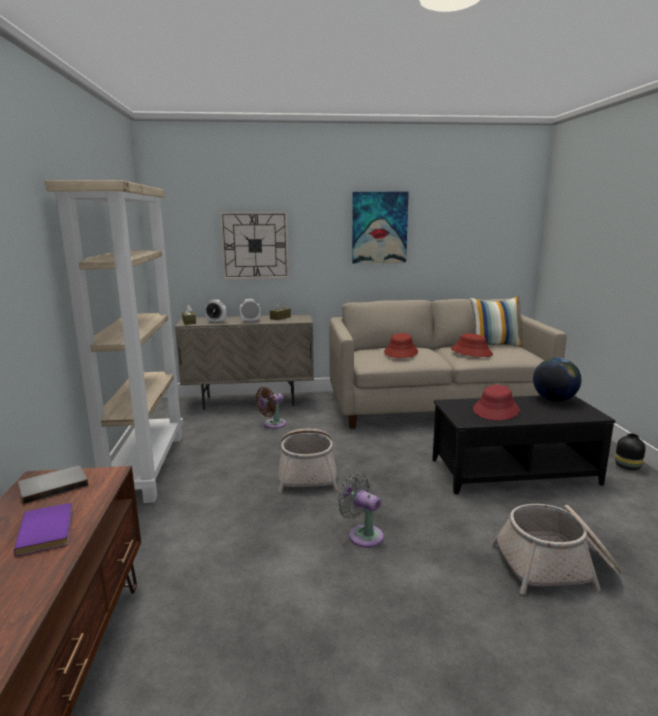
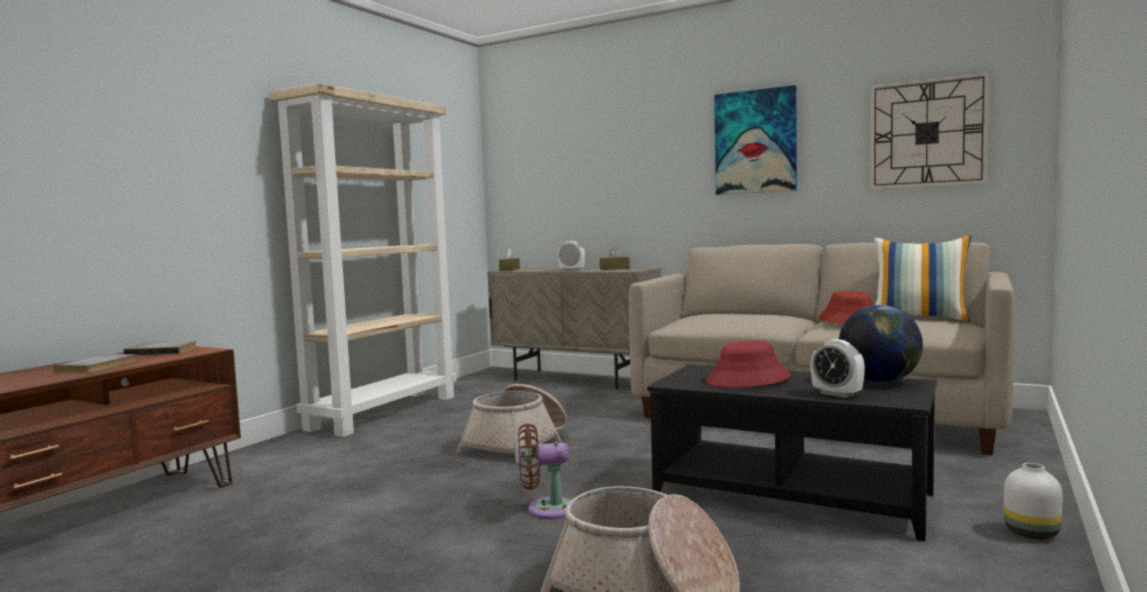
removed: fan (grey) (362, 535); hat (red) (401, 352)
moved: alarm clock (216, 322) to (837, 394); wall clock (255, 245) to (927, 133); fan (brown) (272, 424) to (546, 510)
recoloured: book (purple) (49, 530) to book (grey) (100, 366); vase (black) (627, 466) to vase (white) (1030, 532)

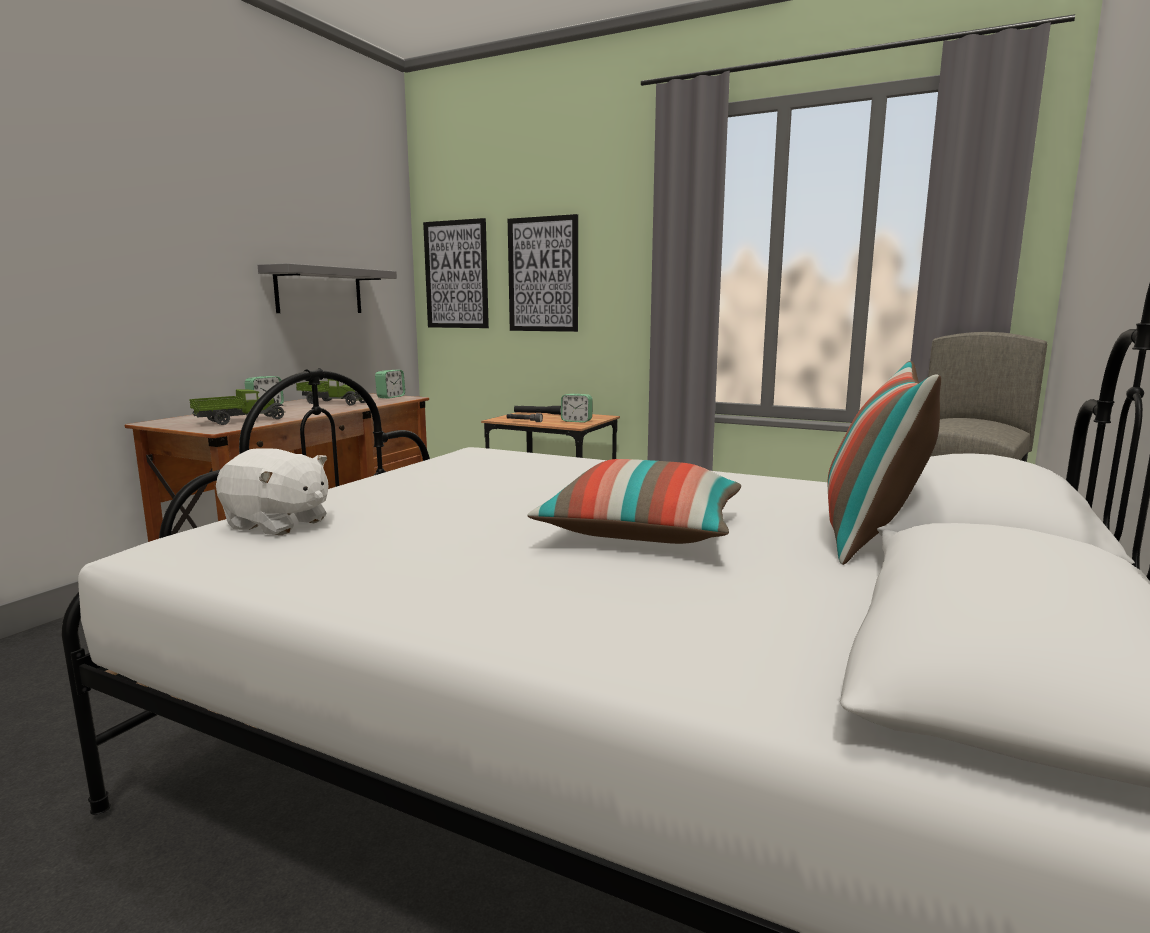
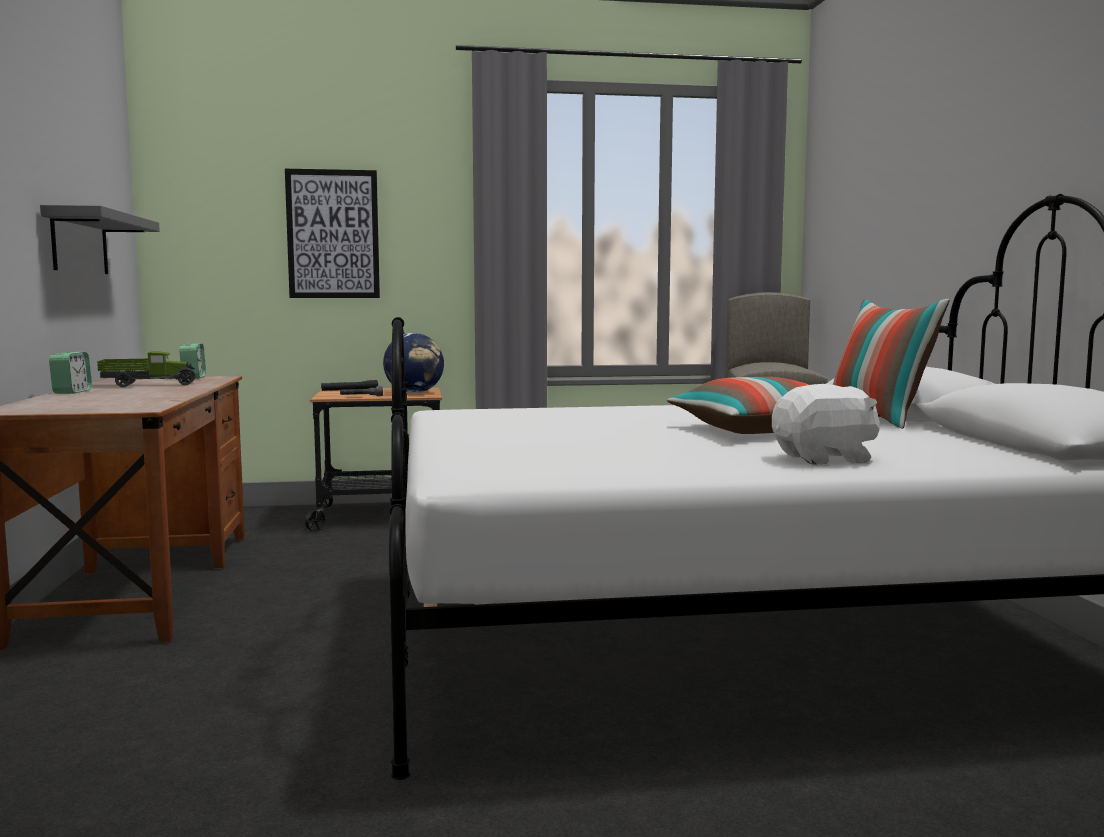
removed: toy truck (239, 421); picture (456, 275)
moved: plush toy (white) (277, 524) to (825, 459)
replaced: alarm clock (576, 421) to globe (414, 393)

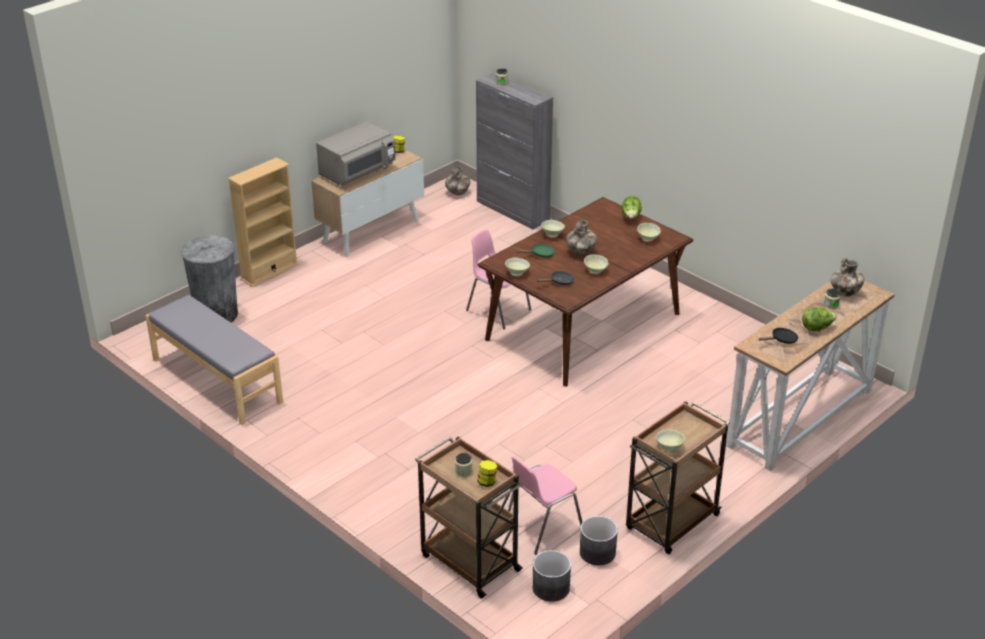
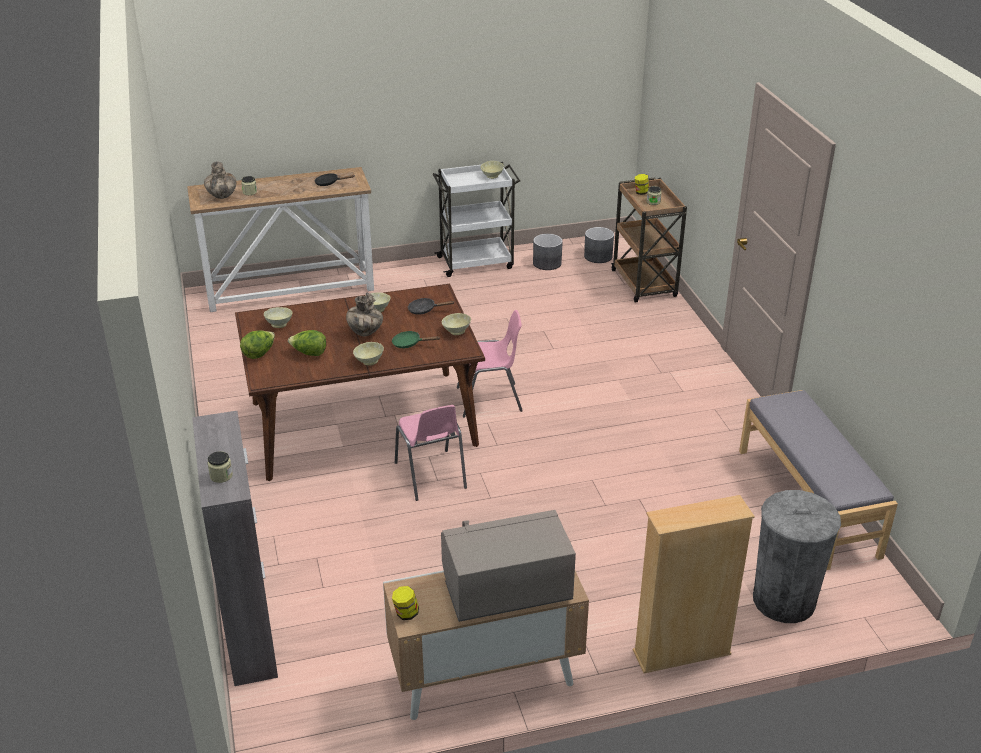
removed: vase (458, 193)
moved: chair (pink) (542, 527) to (490, 400); lettuce (817, 328) to (309, 353)
recoloured: cart (brown) (671, 523) to cart (white) (476, 262)

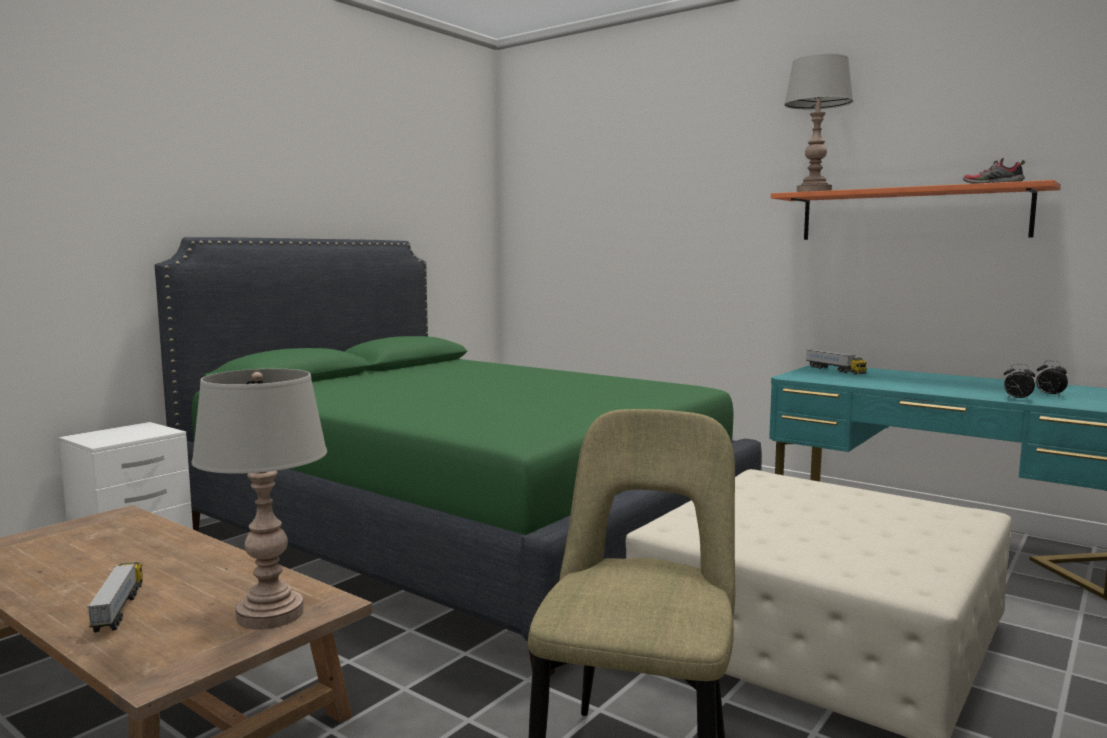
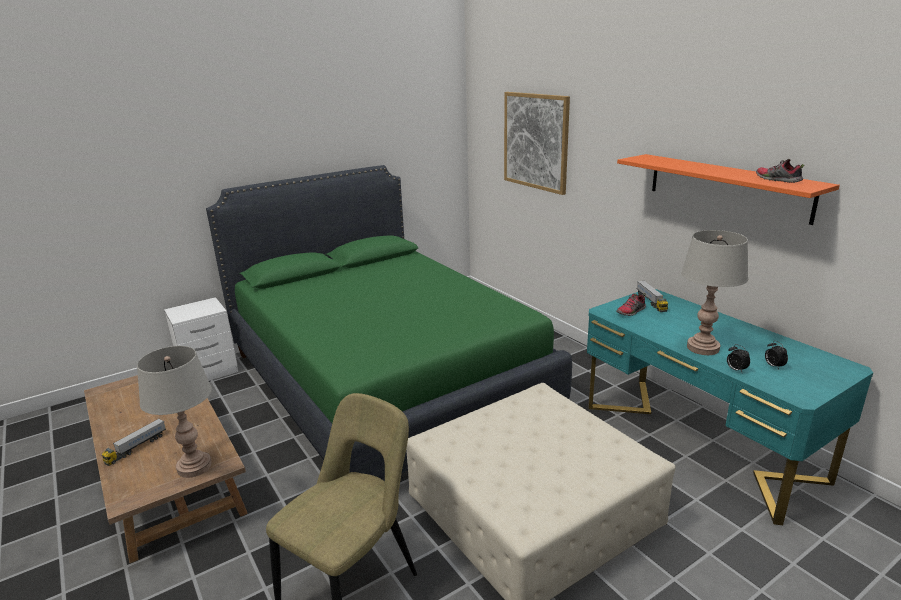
added: picture (535, 141); shoe (631, 312)
moved: table lamp (grey) (814, 192) to (703, 348)
turned: toy truck (119, 608) = (136, 448) 150 degrees counterclockwise

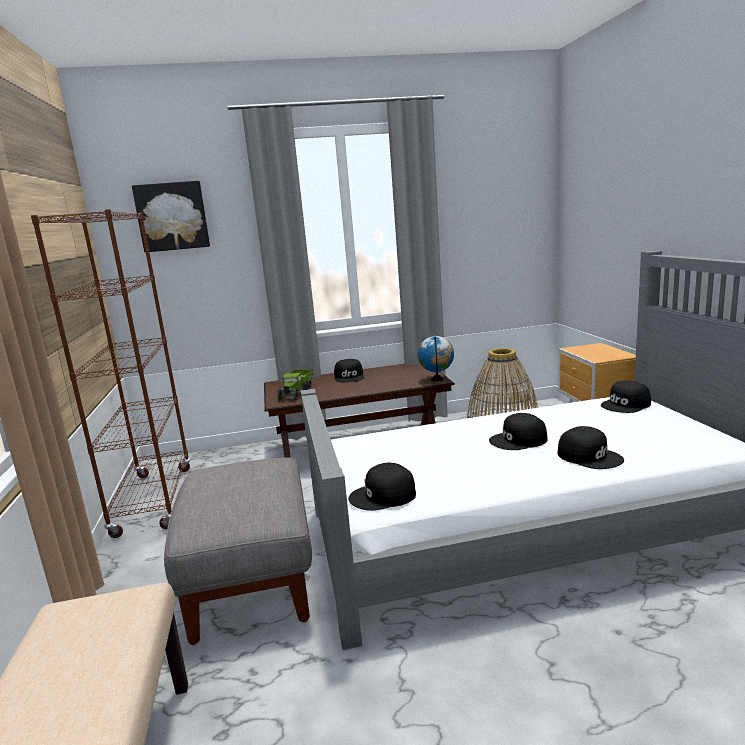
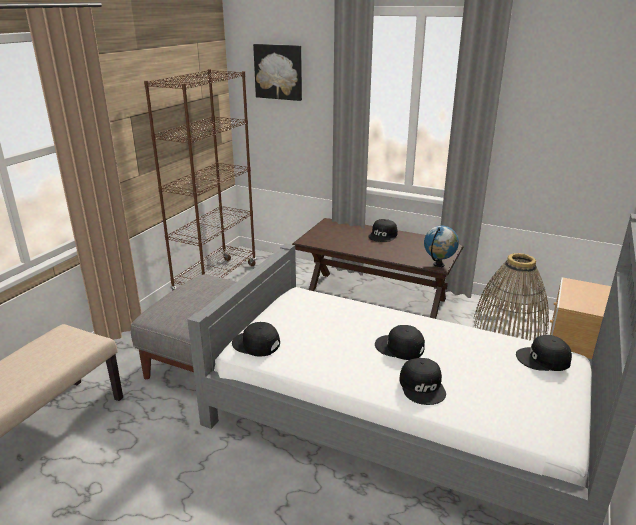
removed: toy truck (296, 392)

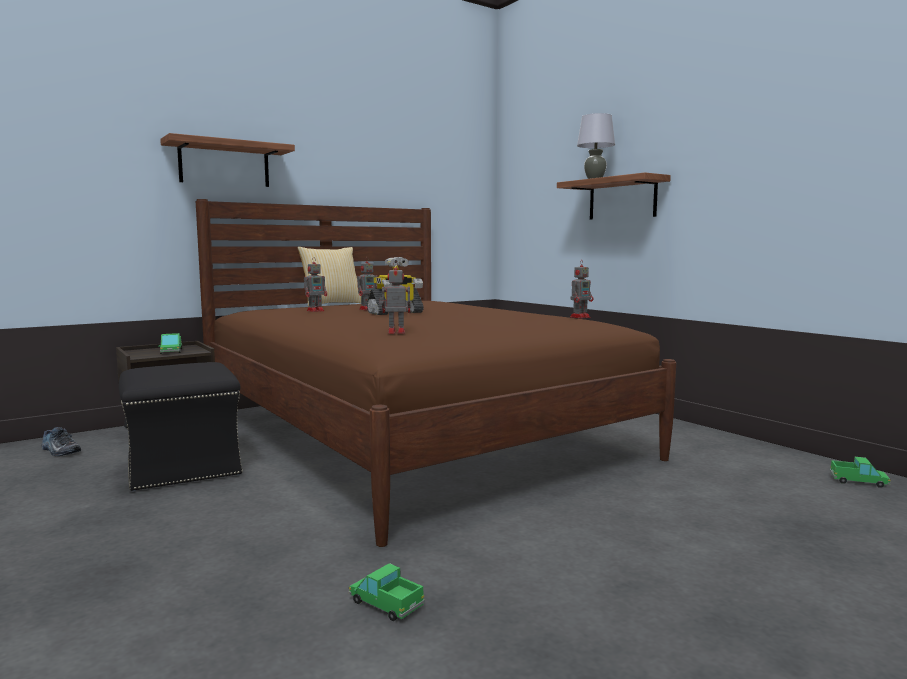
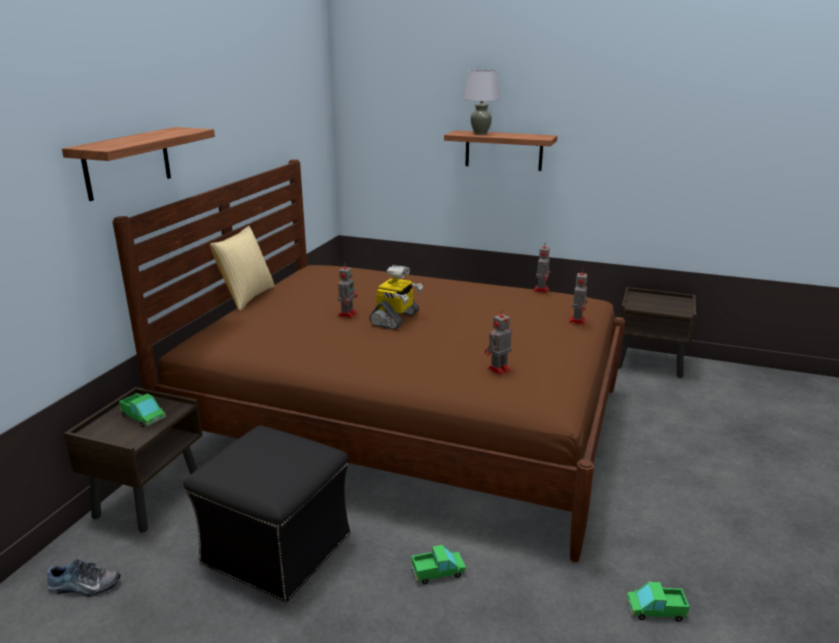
added: nightstand (brown) (650, 363)
moved: toy robot (316, 310) to (577, 320); toy truck (858, 481) to (438, 572)

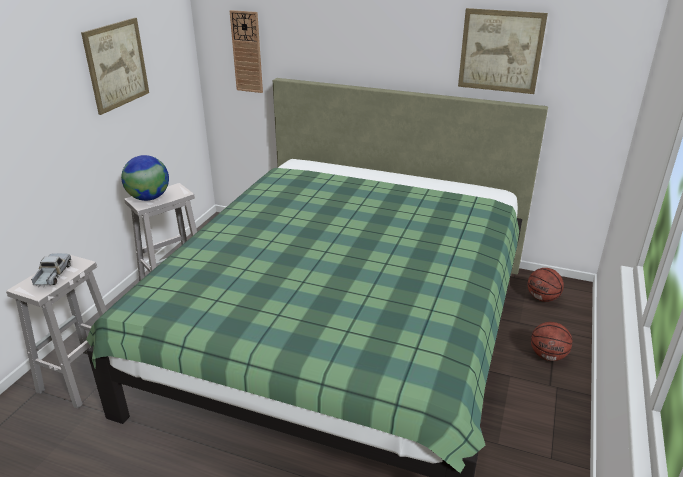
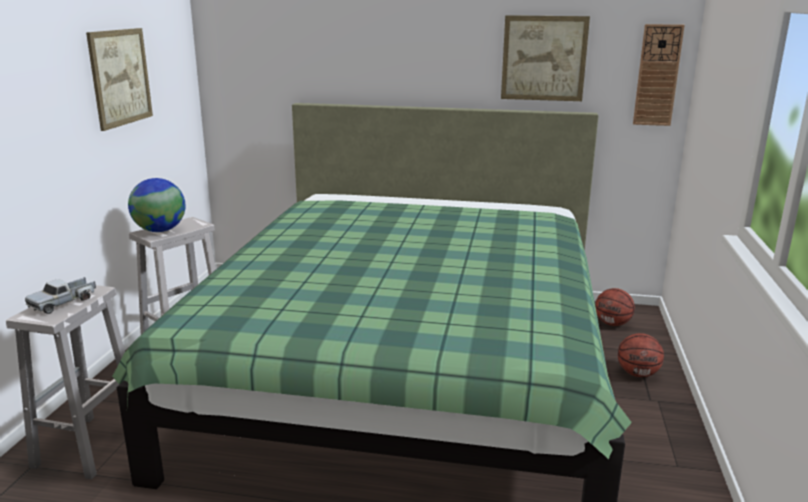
moved: wall clock (247, 52) to (657, 75)
turned: toy truck (52, 275) = (63, 302) 135 degrees counterclockwise

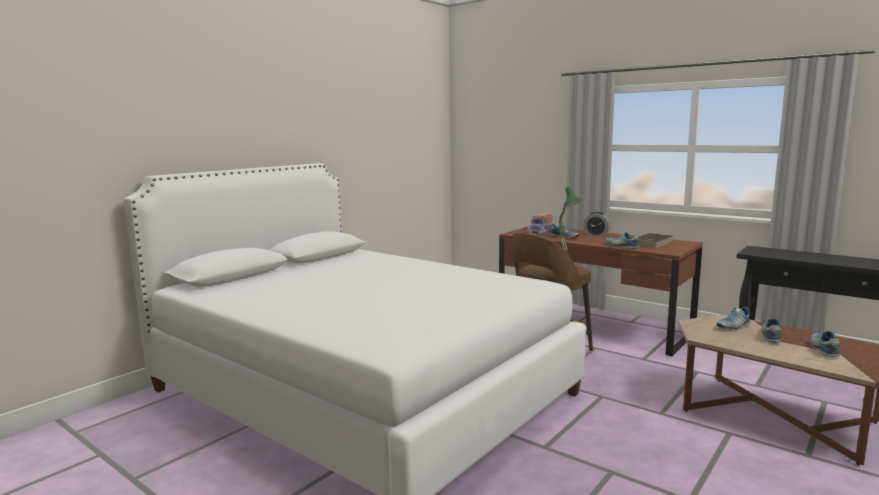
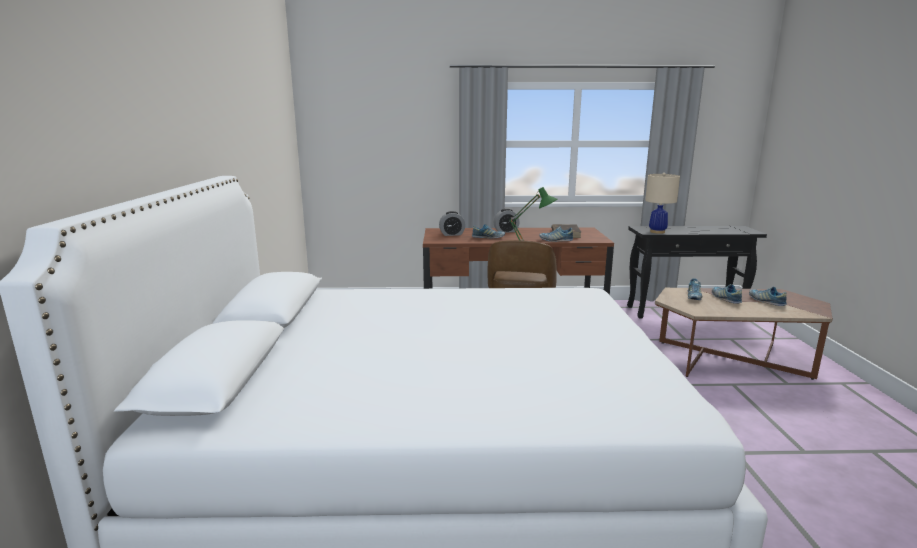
added: table lamp (beige) (657, 232)
replaced: toy truck (540, 231) to alarm clock (452, 234)

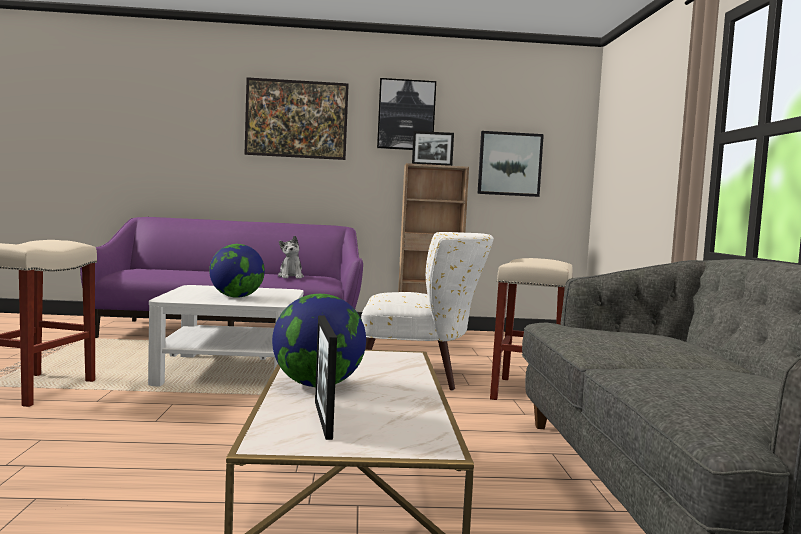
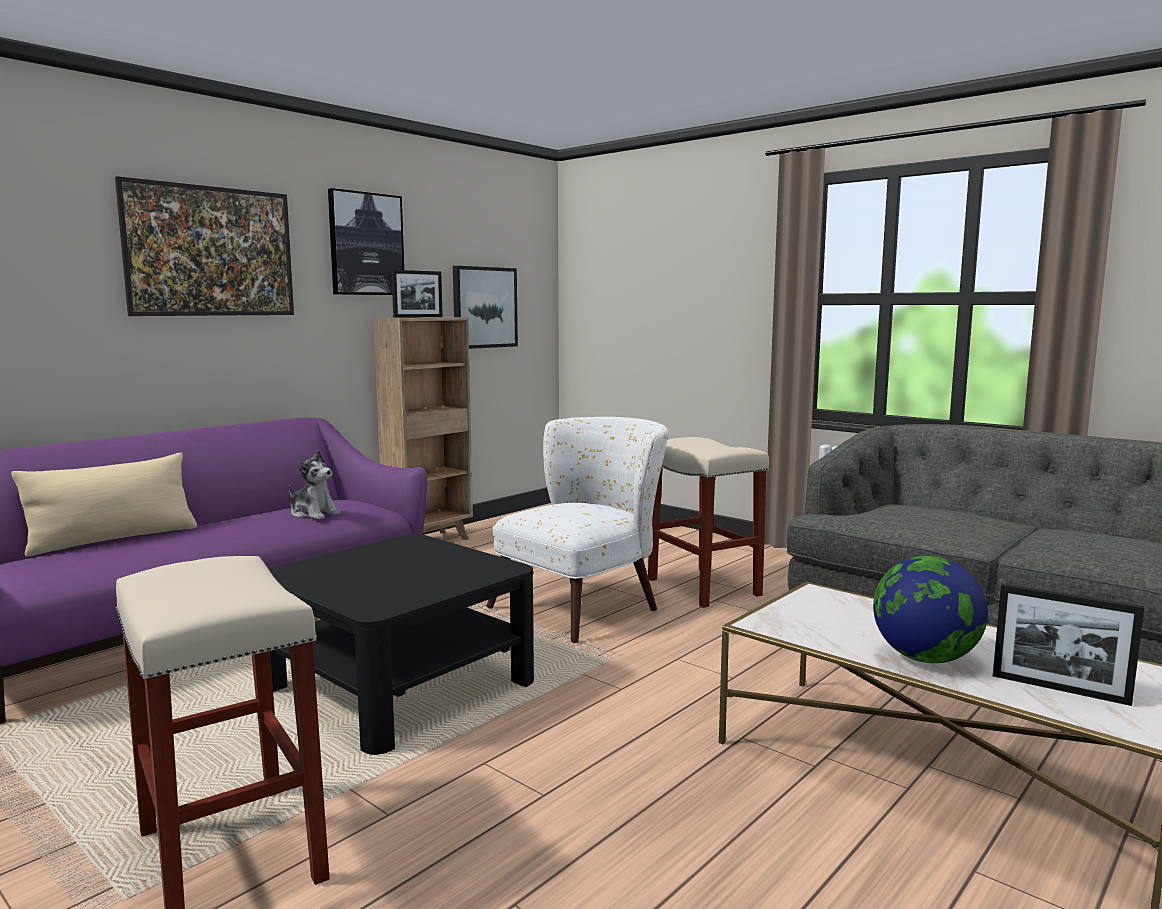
removed: globe (236, 297)
added: pillow (beige) (113, 539)
recoloured: coffee table (white) (232, 371) to coffee table (black) (400, 684)

